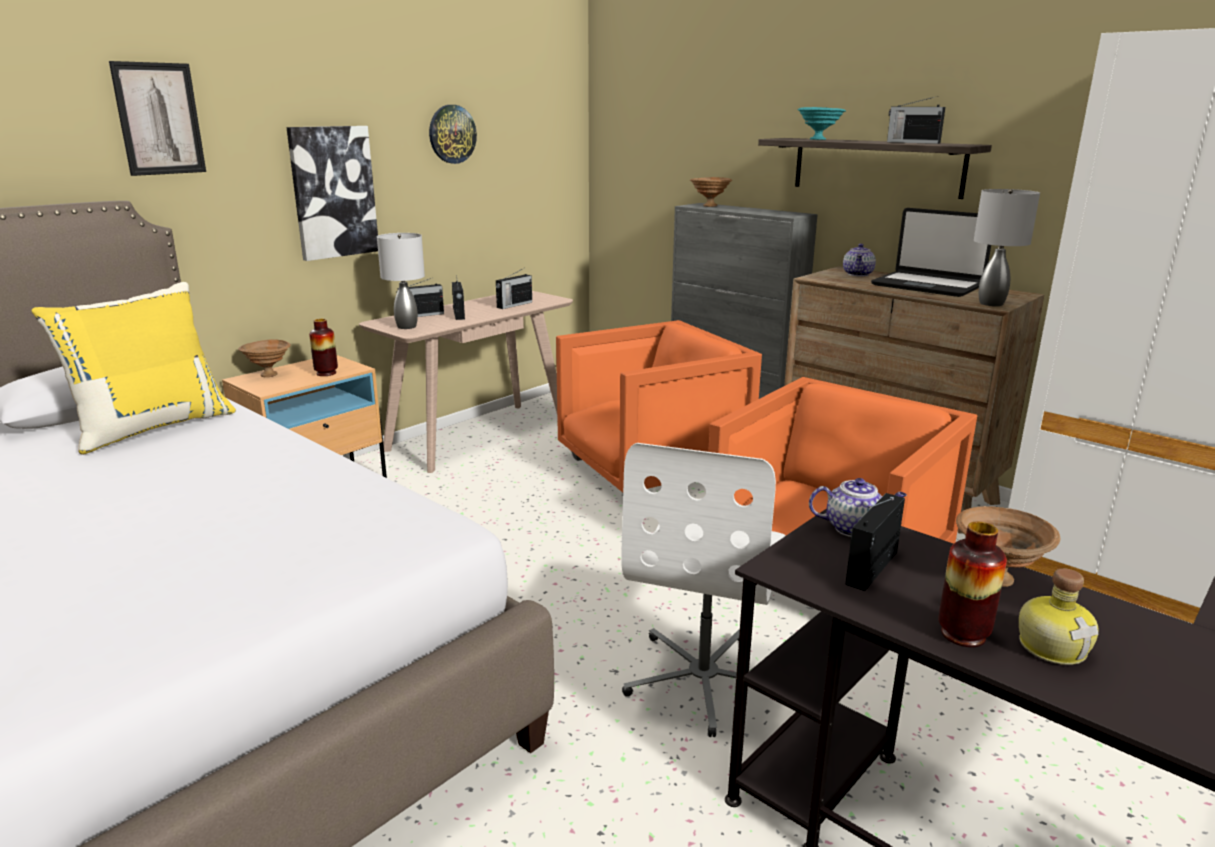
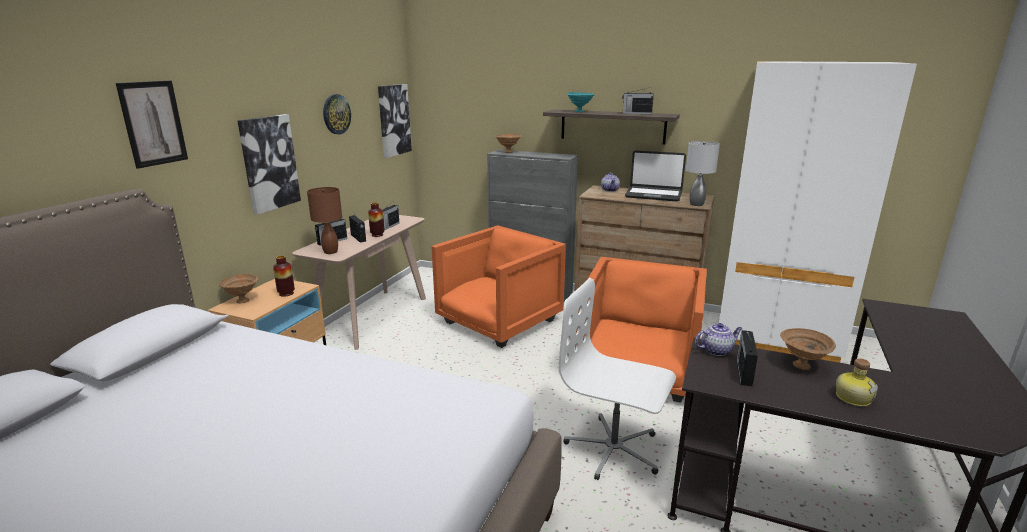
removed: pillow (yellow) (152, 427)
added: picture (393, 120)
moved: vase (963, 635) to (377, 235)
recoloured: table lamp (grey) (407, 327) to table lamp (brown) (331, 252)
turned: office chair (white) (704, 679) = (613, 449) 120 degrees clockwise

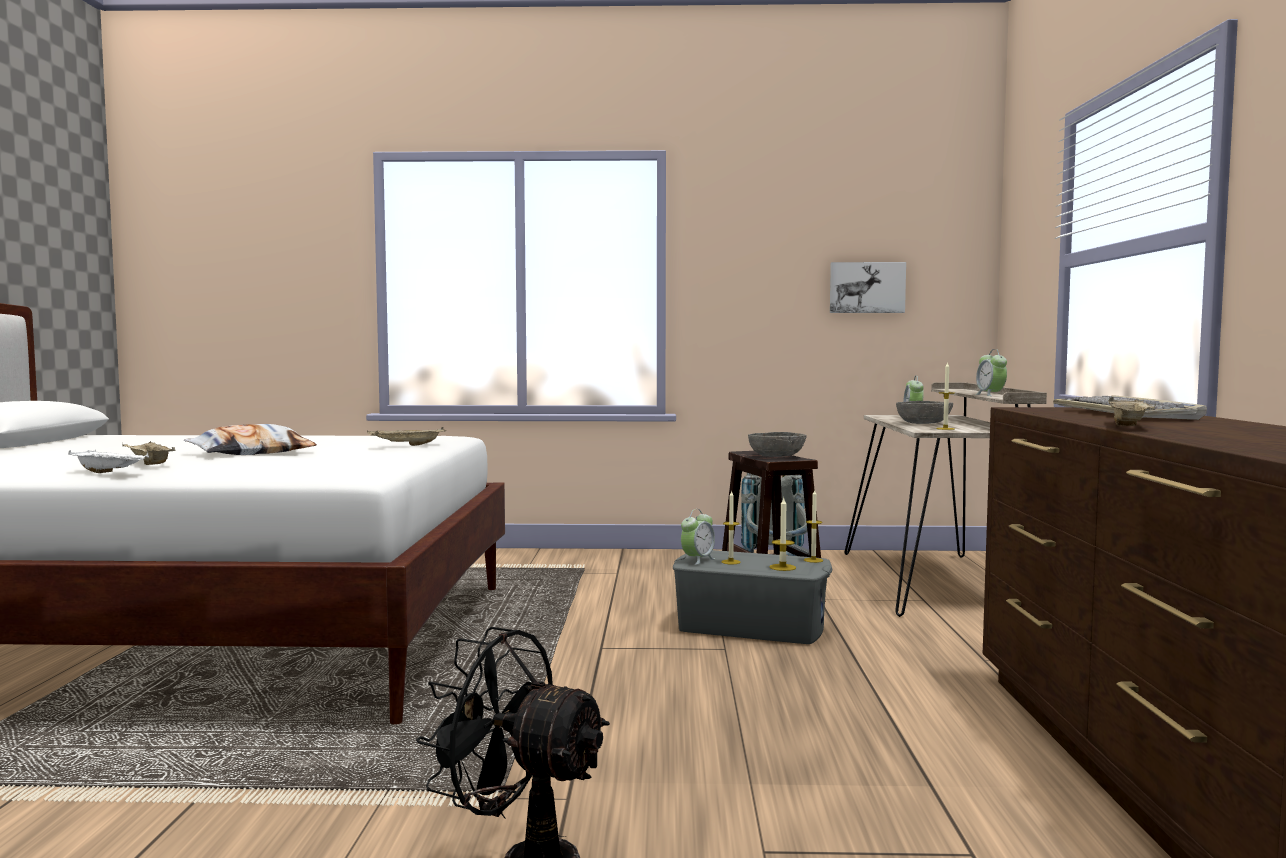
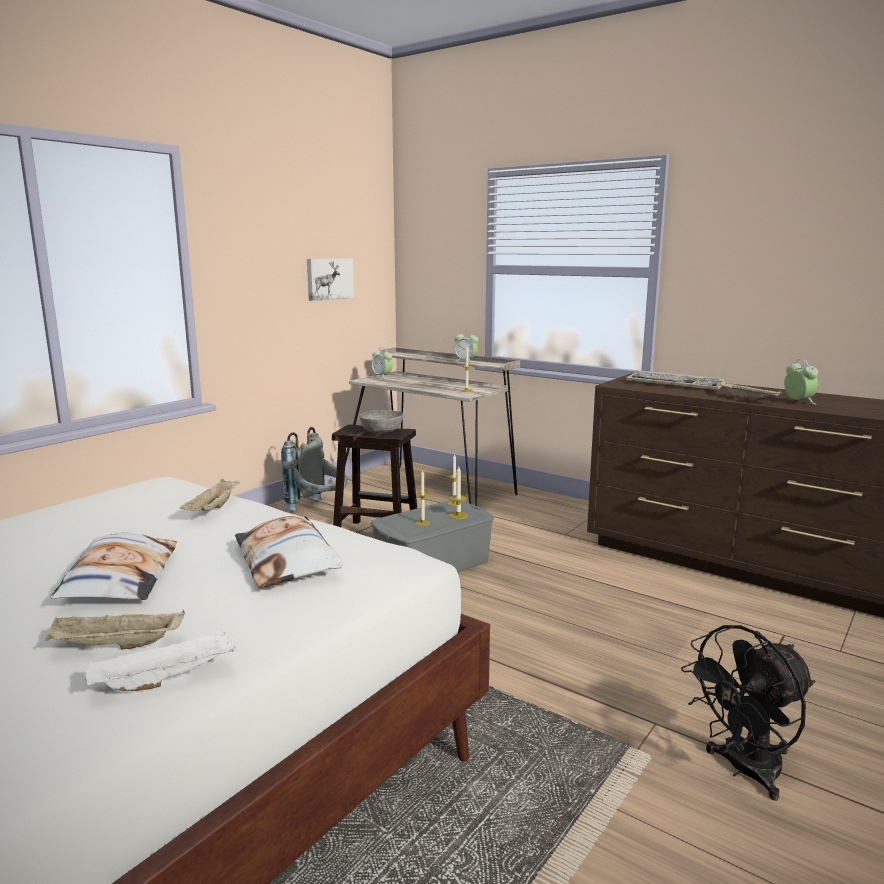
removed: bowl (grey) (923, 423)
added: pillow (287, 561)
moved: alarm clock (697, 560) to (798, 402)

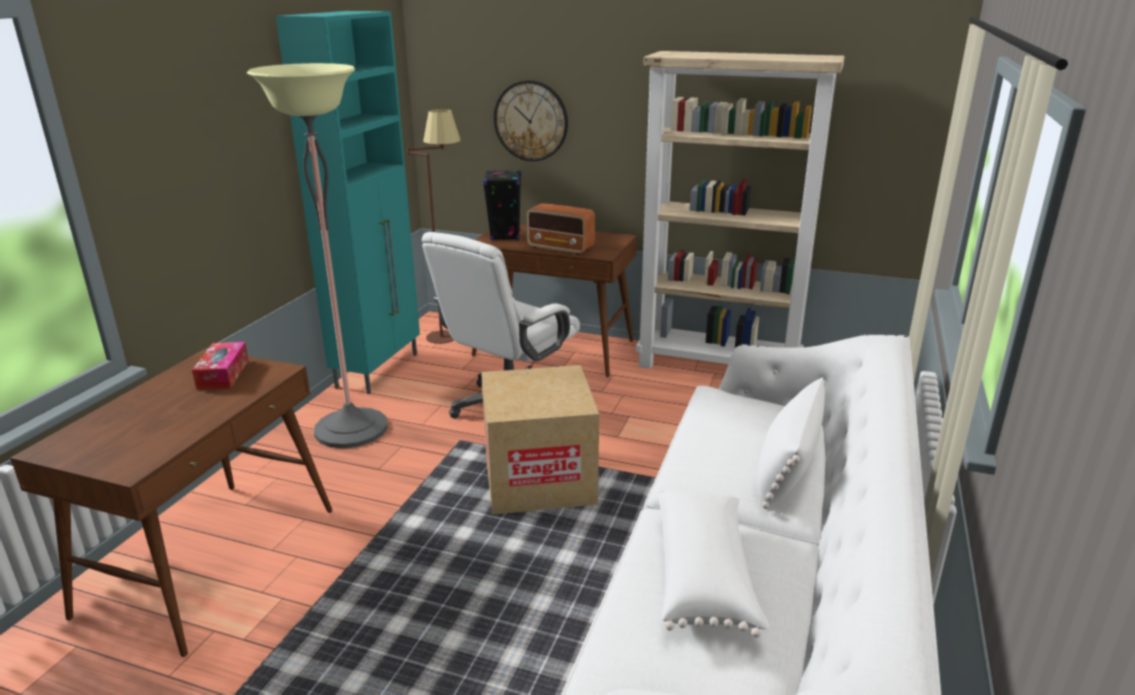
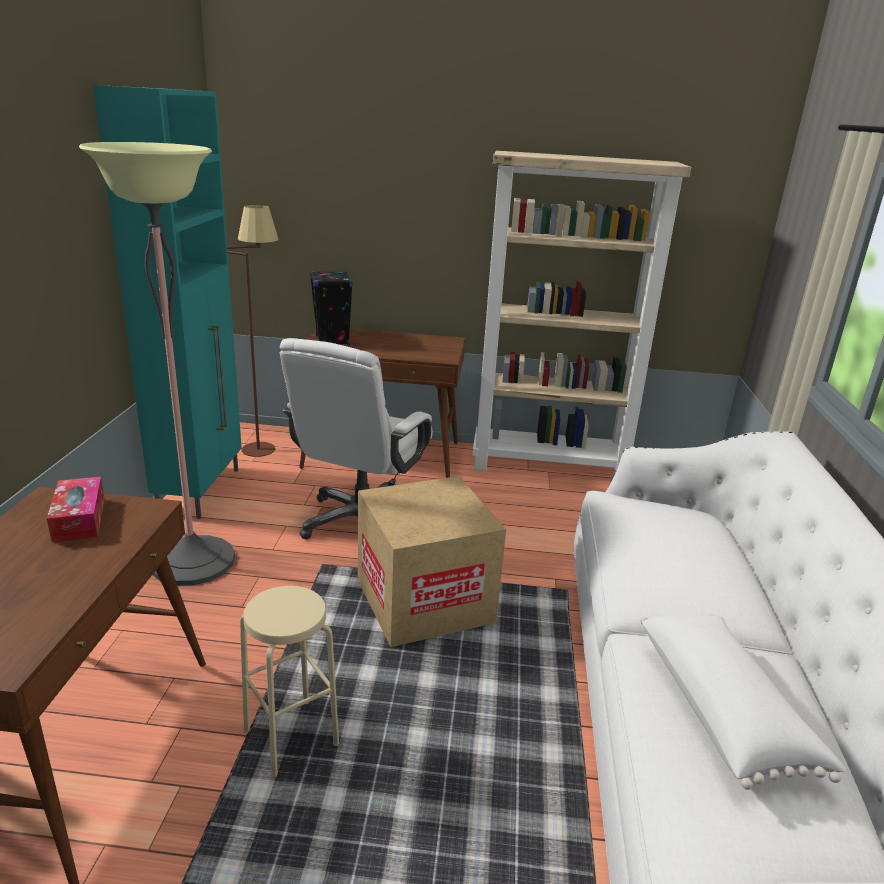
removed: wall clock (531, 121); radio (561, 248); pillow (white) (787, 467)
added: stool (beige) (291, 738)

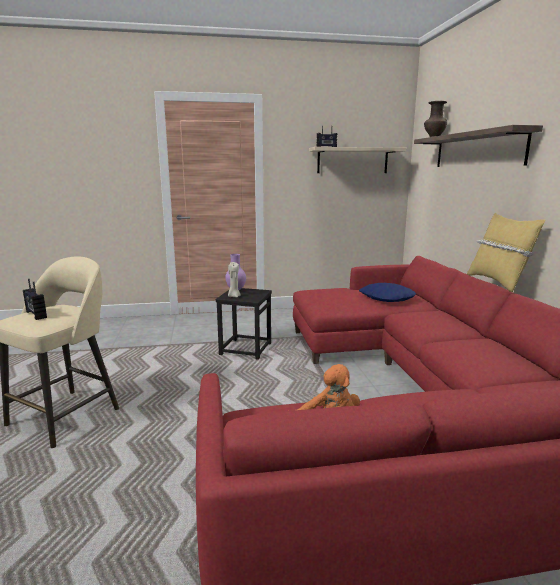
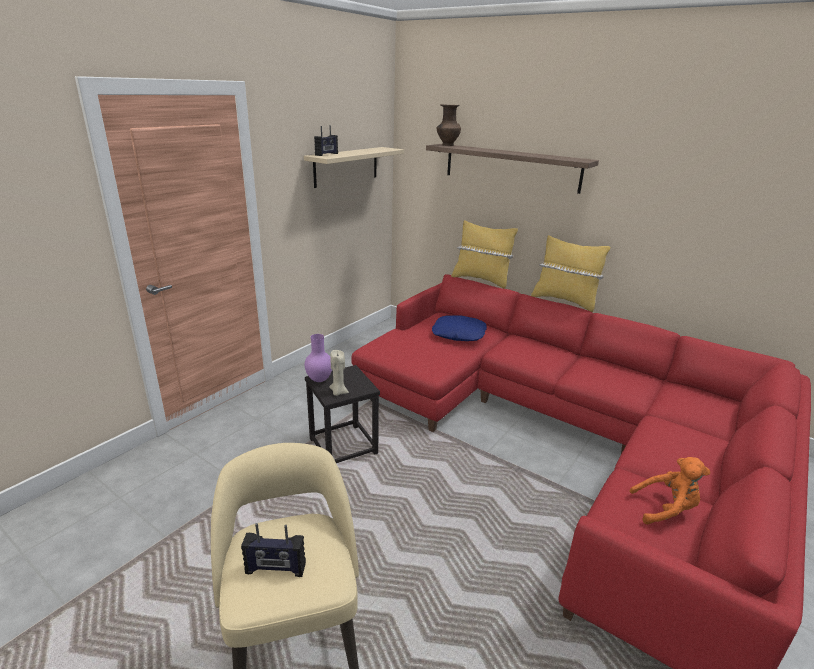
added: pillow (yellow) (481, 280)

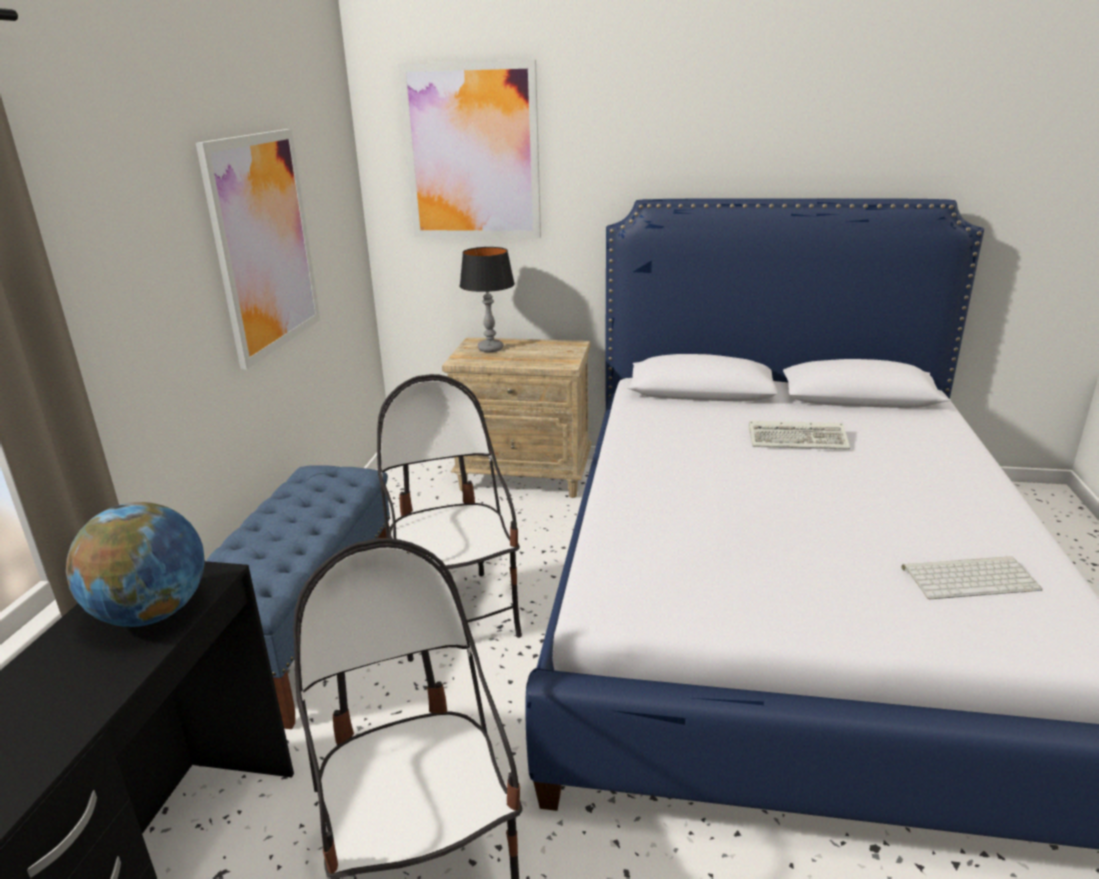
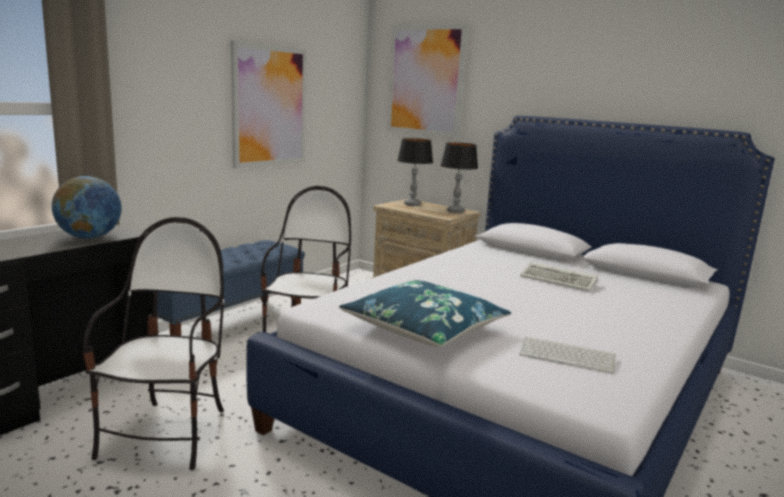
added: pillow (blue) (424, 328); table lamp (455, 211)

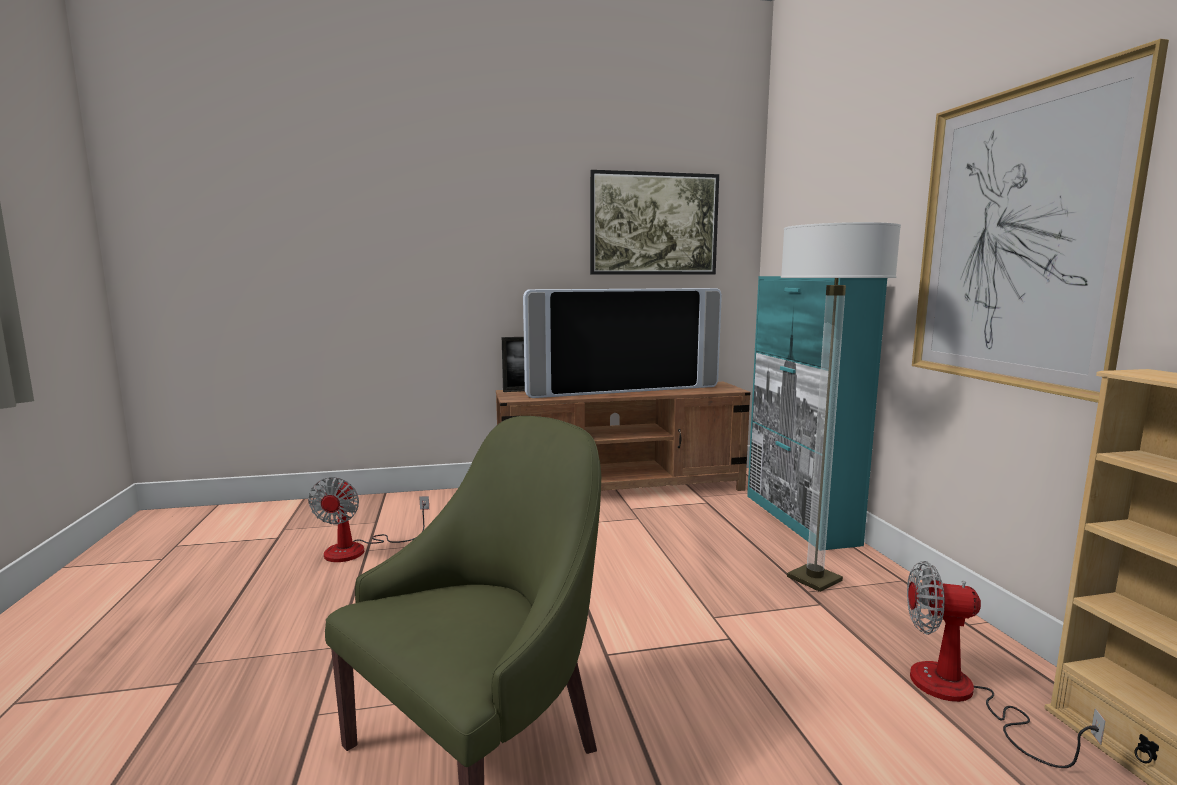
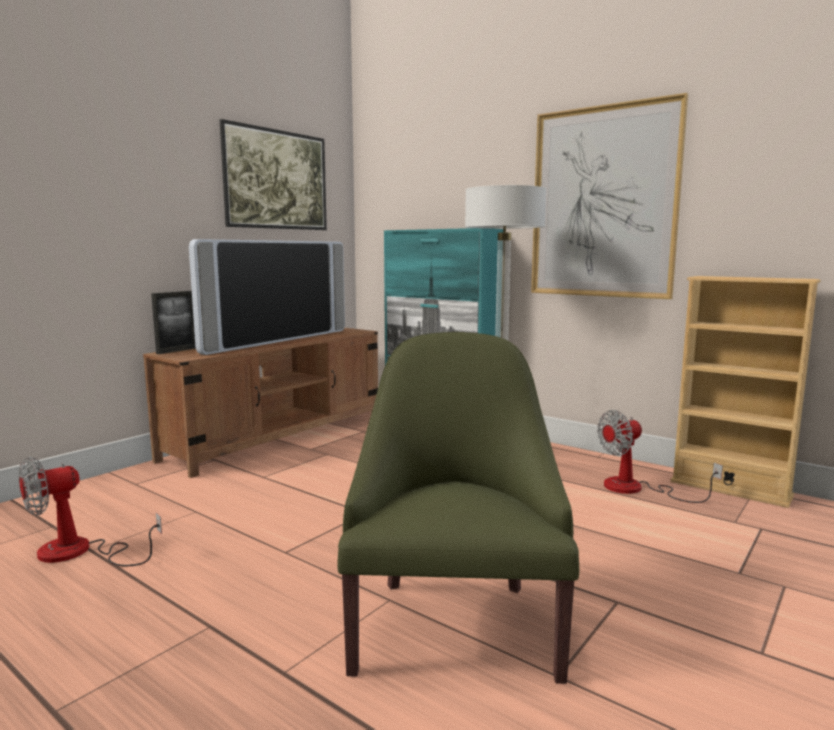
turned: fan (359, 549) = (79, 553) 90 degrees clockwise

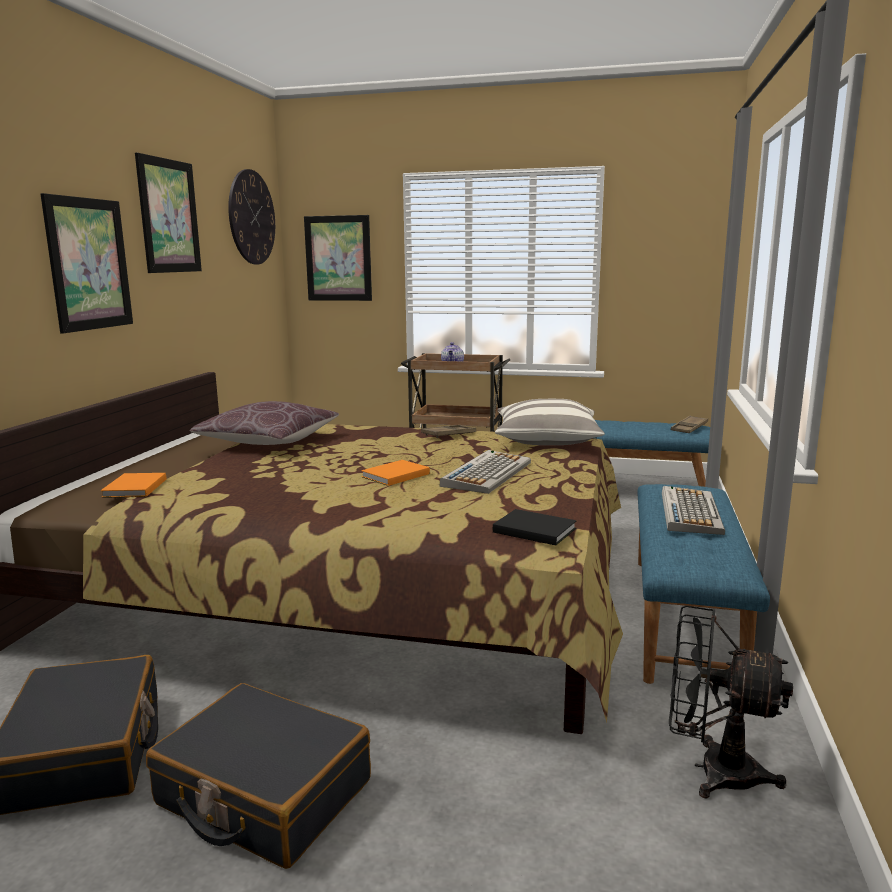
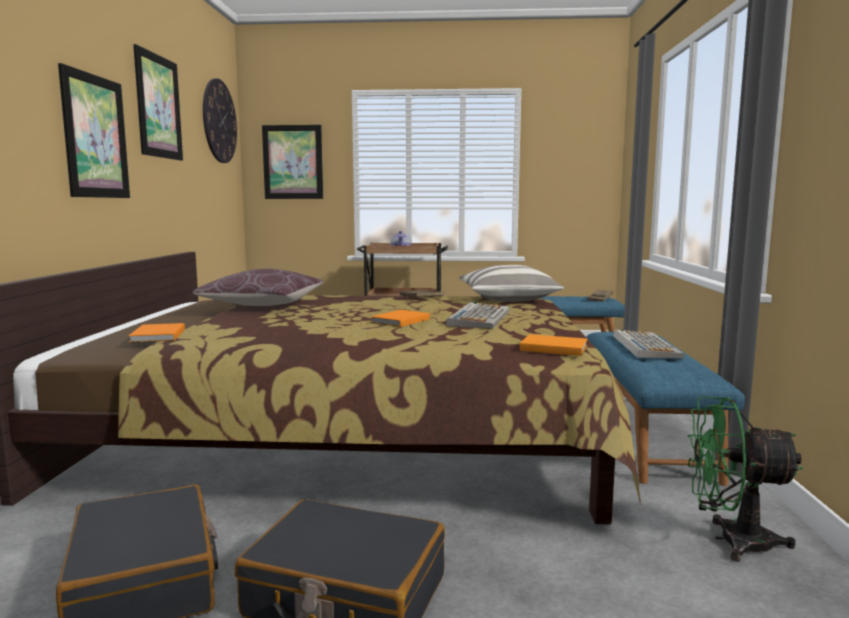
recoloured: book (black) (533, 529) to book (orange) (552, 348); fan (black) (712, 770) to fan (green) (731, 540)

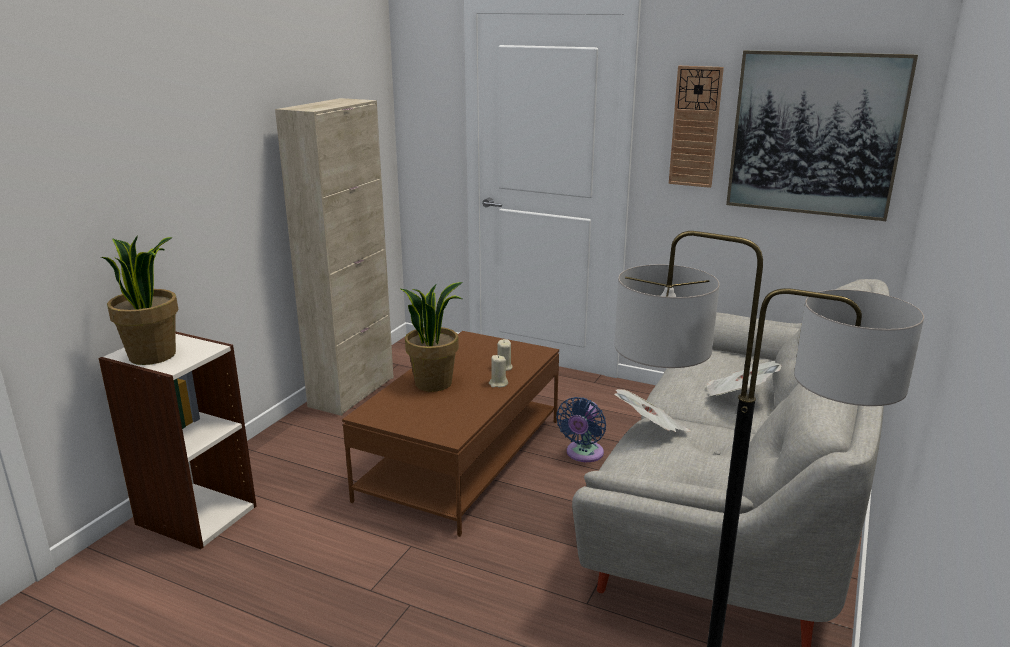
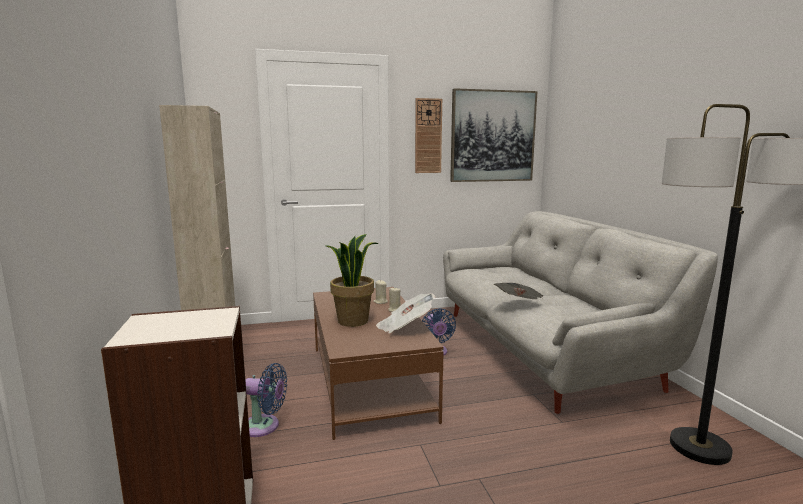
removed: potted plant (153, 355)
added: fan (blue) (264, 426)
moved: newspaper (738, 395) to (405, 327)

